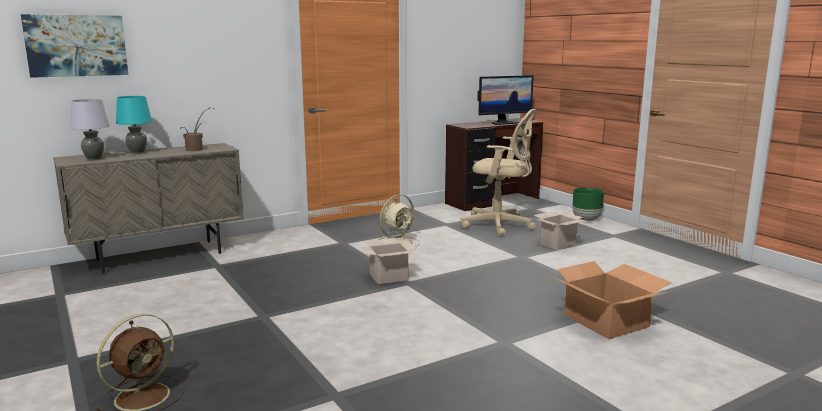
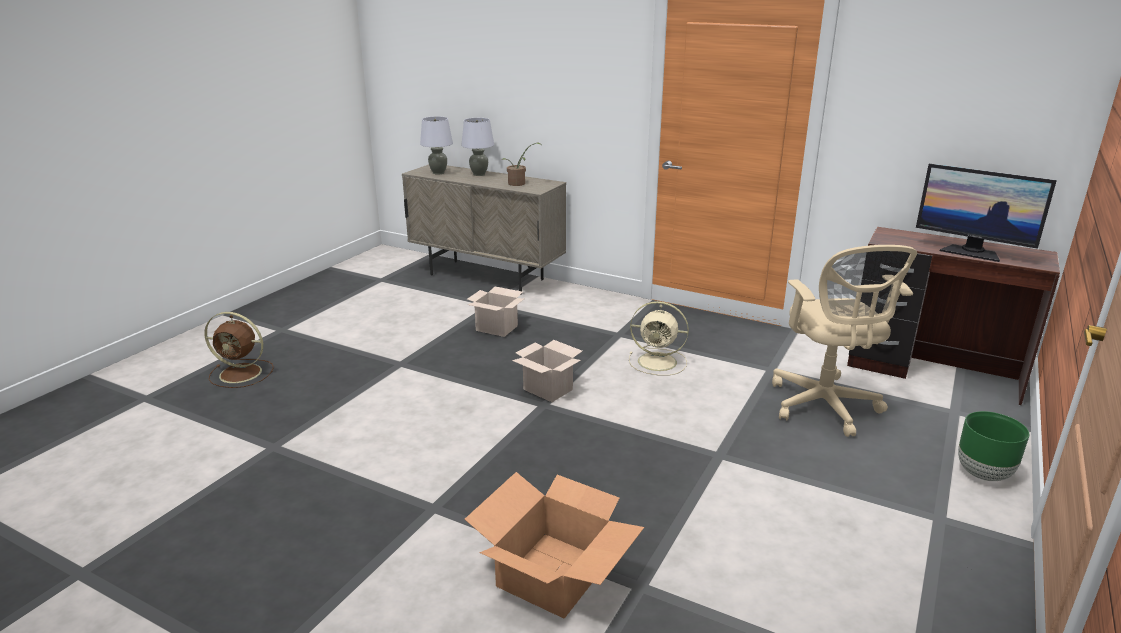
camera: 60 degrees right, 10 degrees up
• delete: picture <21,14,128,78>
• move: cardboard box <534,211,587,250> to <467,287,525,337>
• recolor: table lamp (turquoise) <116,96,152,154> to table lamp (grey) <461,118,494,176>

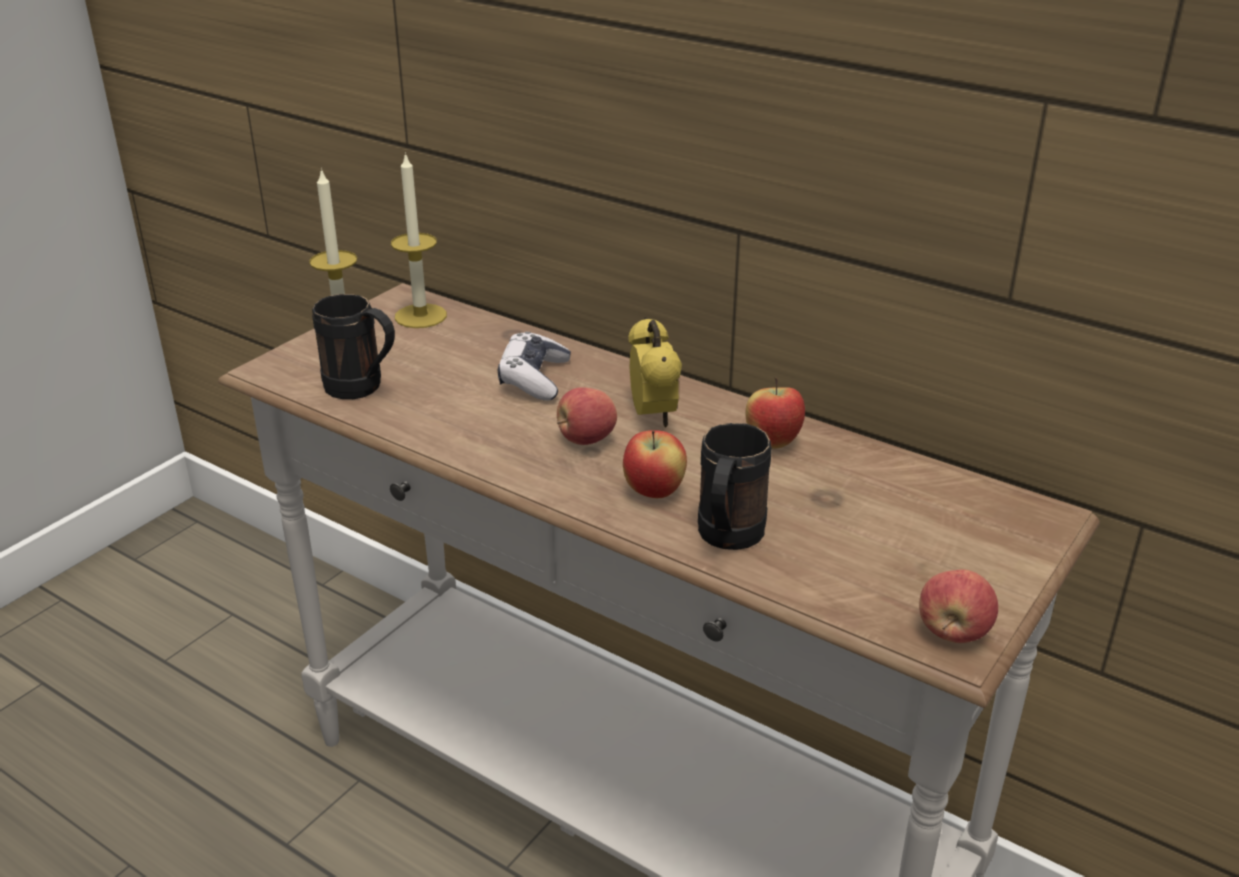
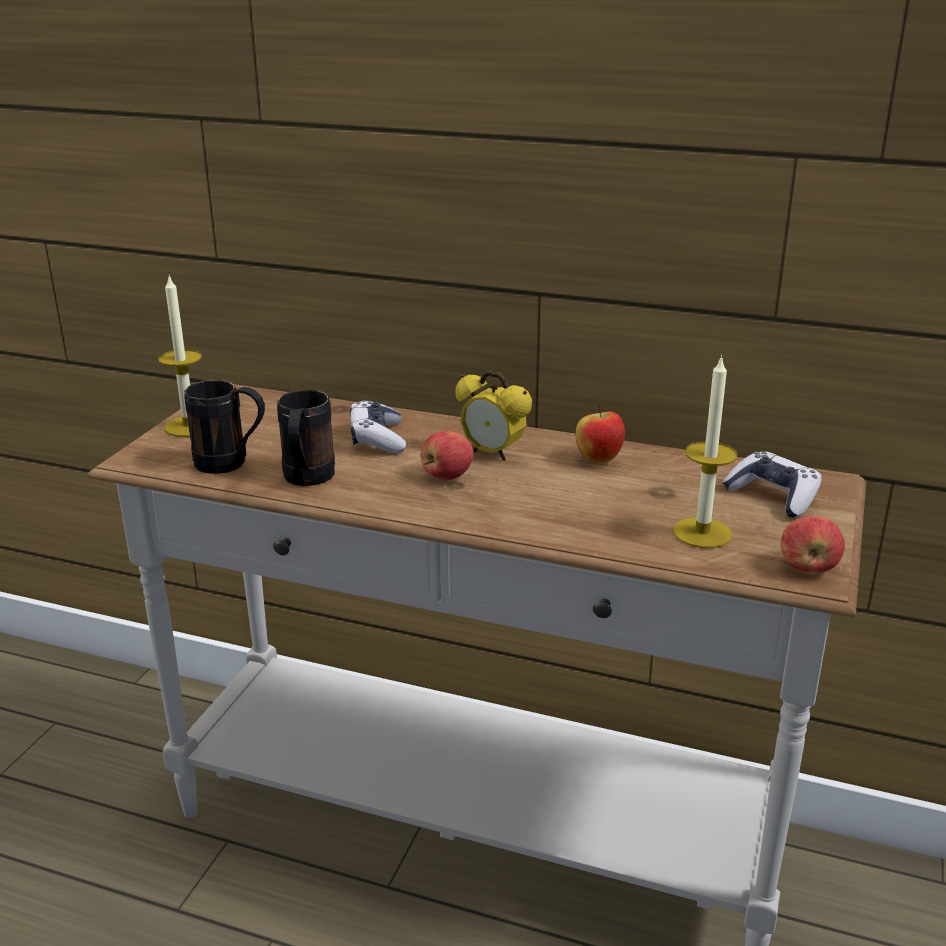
camera: 15 degrees left, 5 degrees down
• delete: apple <623,430,687,498>
• insert: game controller <722,451,821,518>
• move: candle <391,152,447,328> to <673,355,737,548>
• move: mug (black) <698,423,772,550> to <277,390,335,486>
• rotate: alarm clock <628,317,682,428> = <455,370,532,461> 150 degrees clockwise

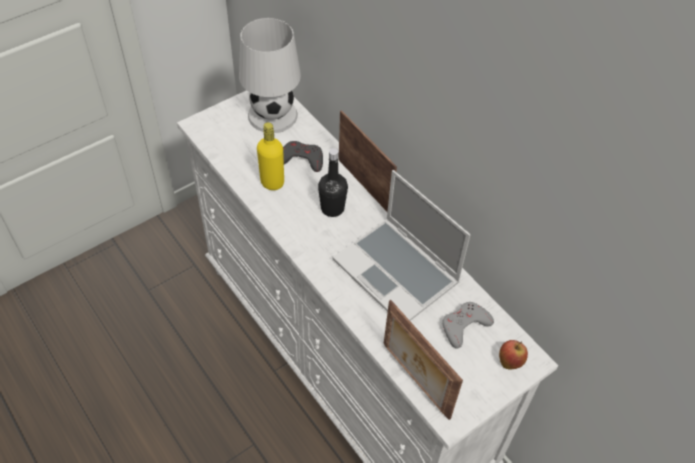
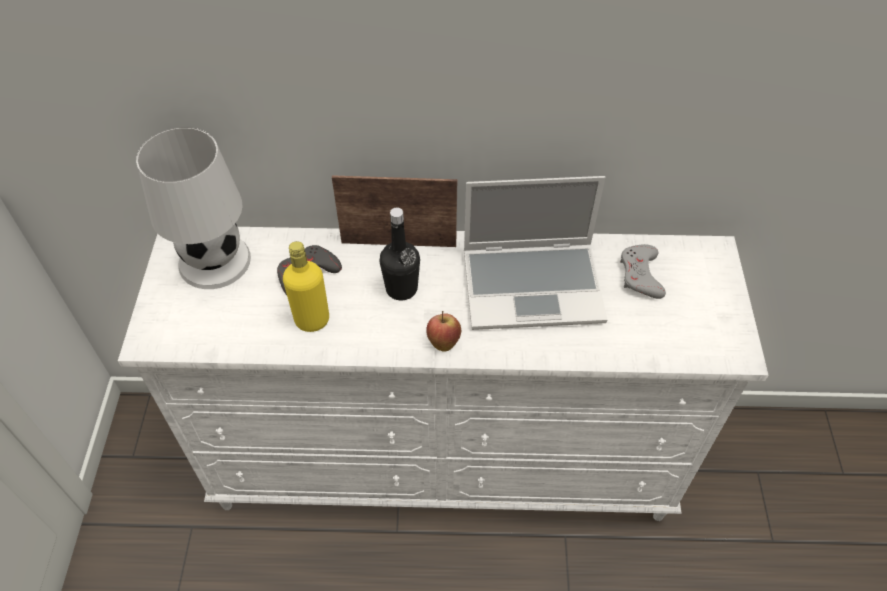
camera: 50 degrees left, 0 degrees up
• delete: picture frame <384,300,463,420>
• move: apple <499,340,528,370> to <426,311,461,352>

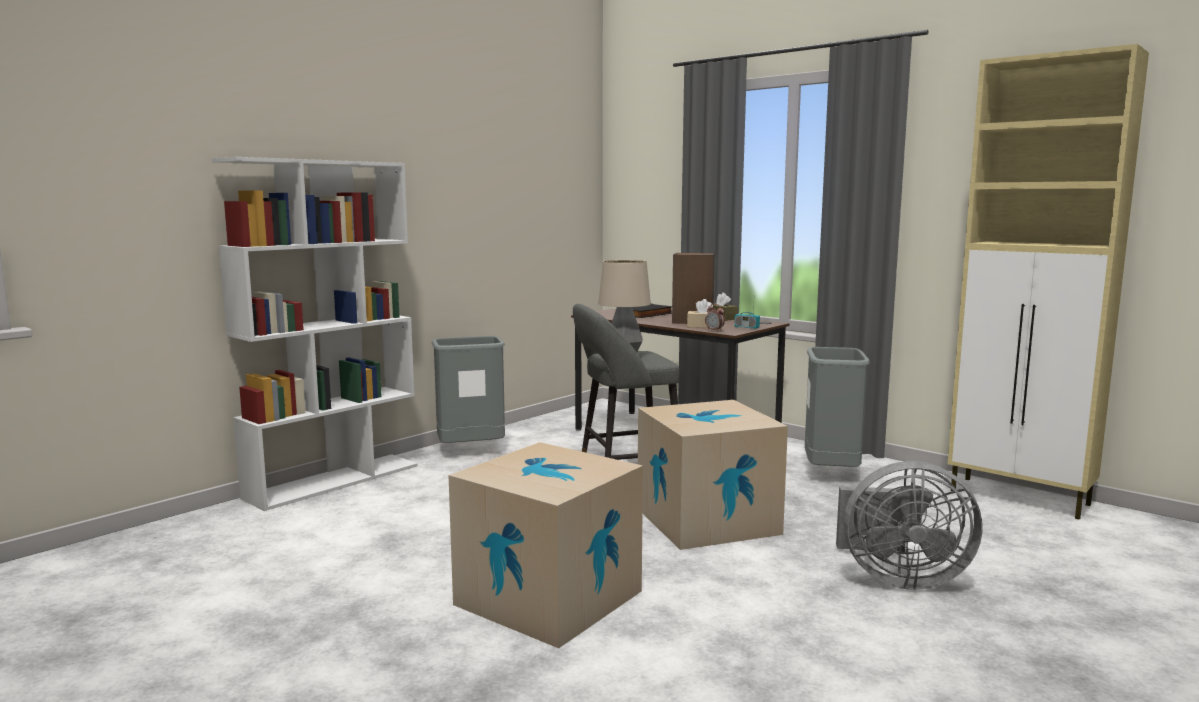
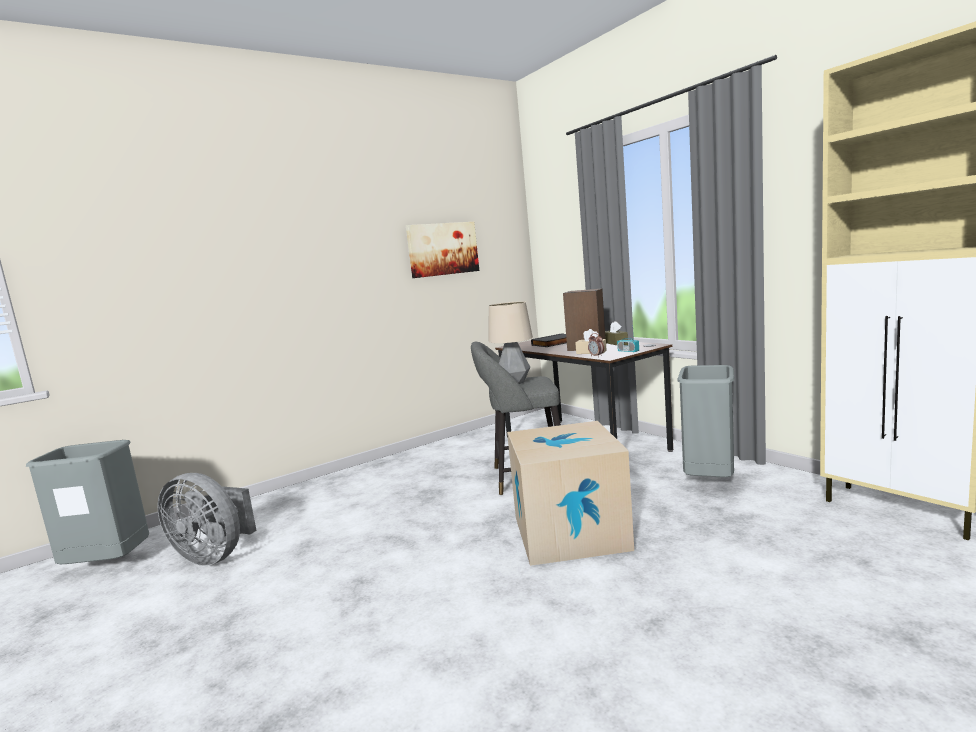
camera: 15 degrees right, 0 degrees up
• delete: bookcase (white) <211,157,418,511>
• delete: cardboard box <448,442,643,648>
• insert: picture <406,222,479,278>
• move: trash can (grey) <432,336,505,443> to <26,440,149,564>
• move: fan (grey) <836,461,982,590> to <158,473,257,566>

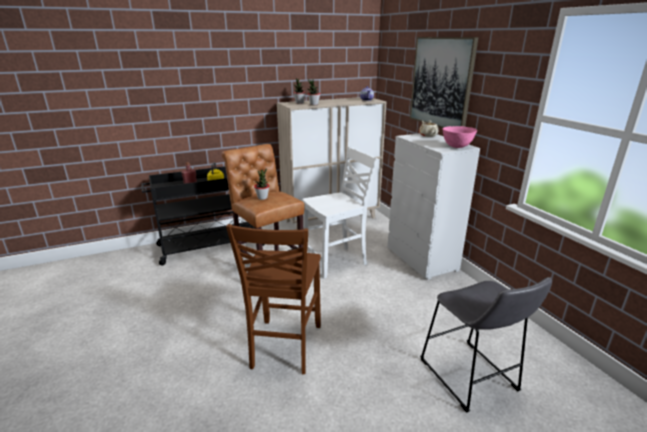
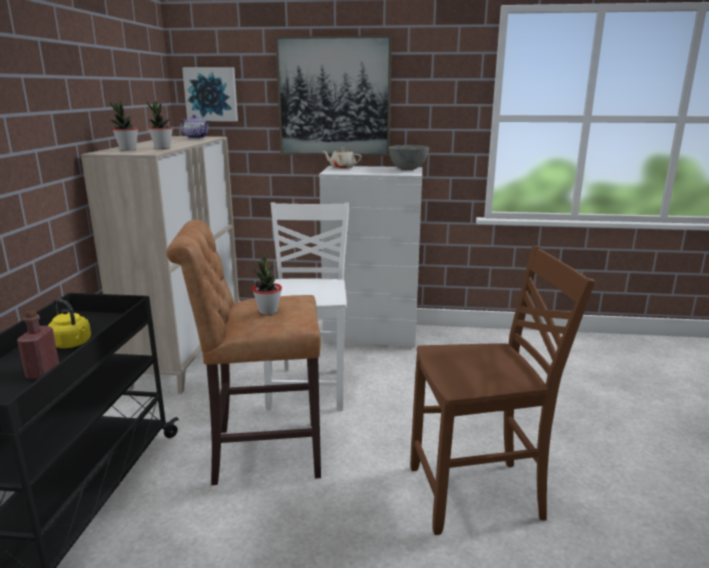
camera: 60 degrees left, 5 degrees down
• delete: stool (grey) <420,277,552,413>
• insert: picture <182,67,238,122>
• recolor: bowl (pink) <442,126,477,148> to bowl (grey) <388,145,429,170>
• rotate: chair (brown) <226,224,321,374> = <410,246,595,535> 45 degrees counterclockwise

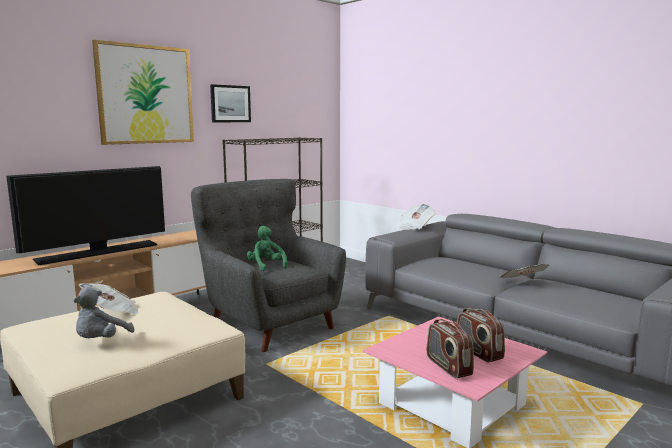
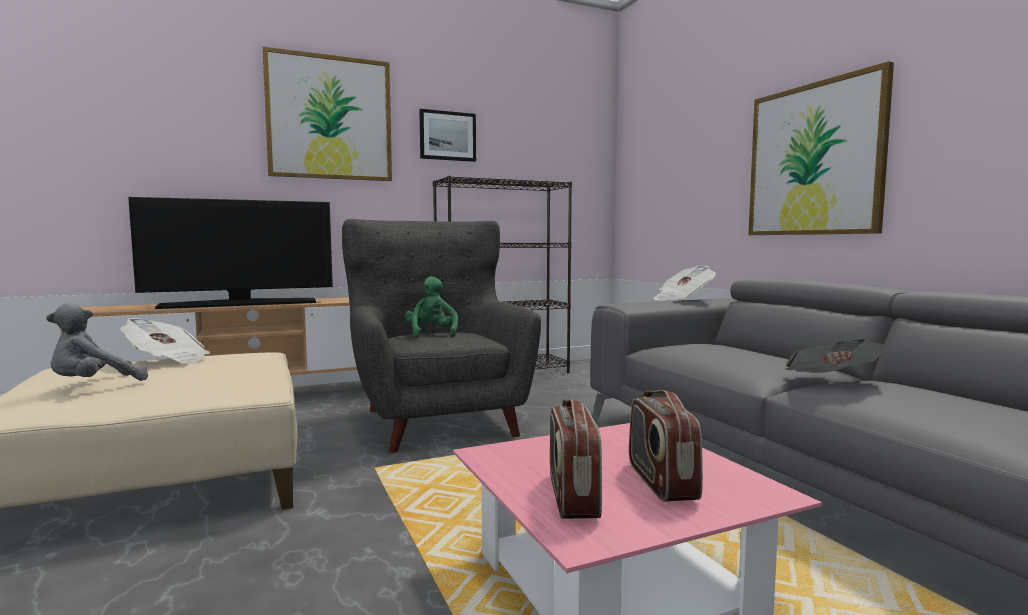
camera: 20 degrees right, 5 degrees down
• insert: picture <748,61,894,235>

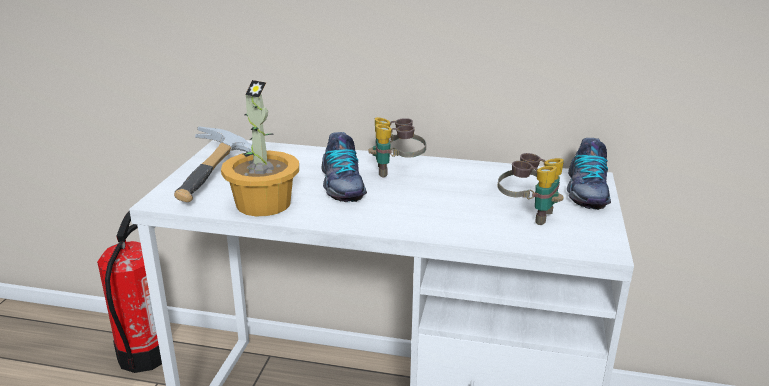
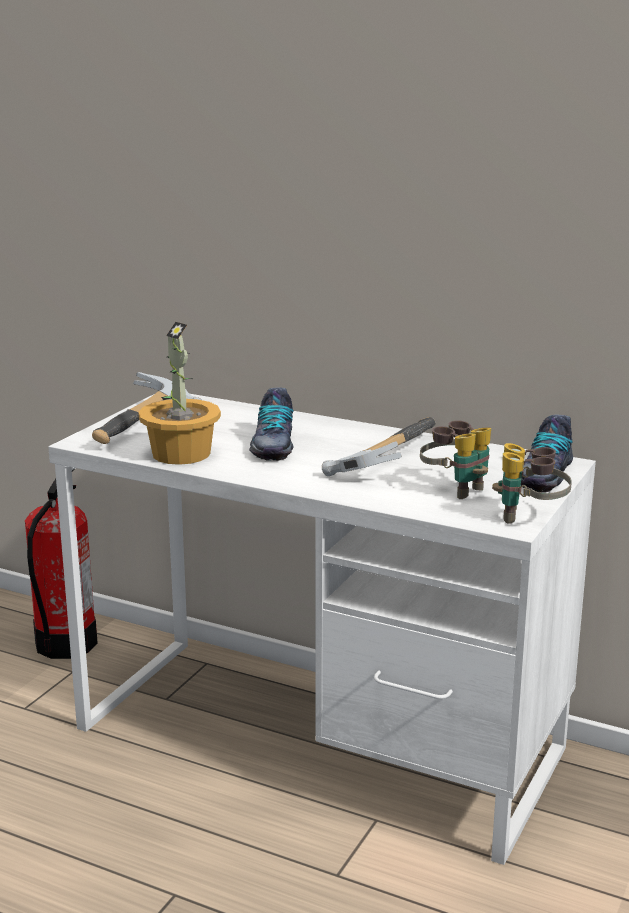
camera: 15 degrees right, 5 degrees down
• insert: hammer <322,417,435,476>
• move: binoculars <368,117,426,177> to <492,443,572,524>

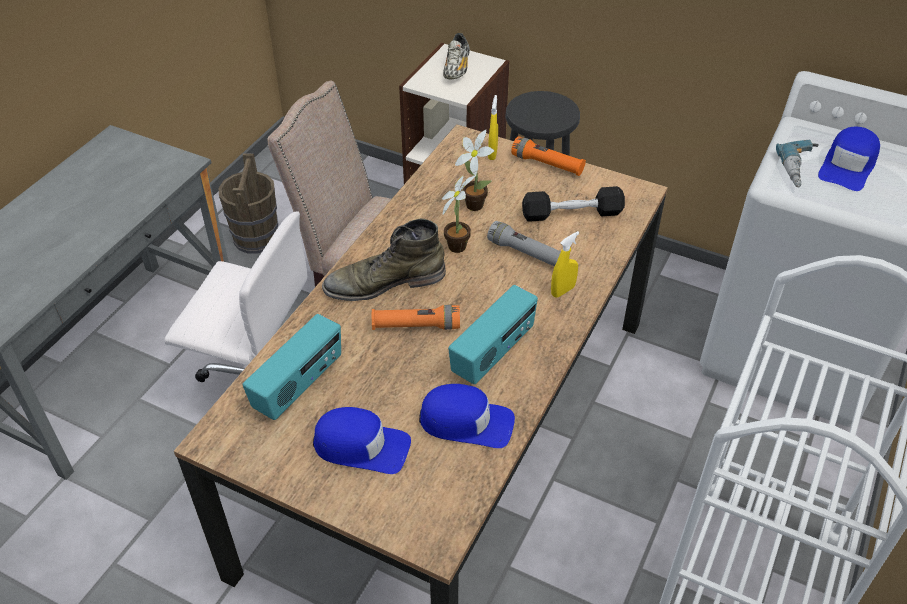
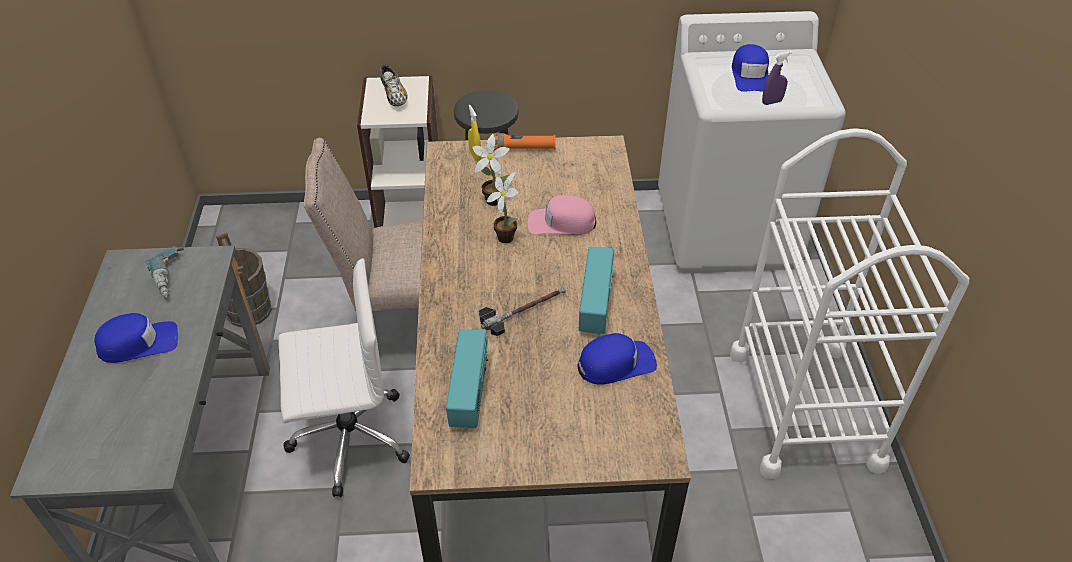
camera: 30 degrees left, 0 degrees up
• delete: boot (green) <322,218,446,301>
• delete: dumbbell (black) <522,186,625,222>
• delete: spray bottle (yellow) <551,231,579,297>
• insert: spray bottle (purple) <762,51,792,105>
• move: cap (blue) <313,407,411,474> to <94,313,178,363>
• move: power drill <776,140,819,187> to <145,246,184,298>
• replace: flashlight (orange) <372,305,460,330> to hammer <479,287,566,336>
• replace: flashlight (grey) <487,221,561,266> to cap (pink) <528,195,596,235>

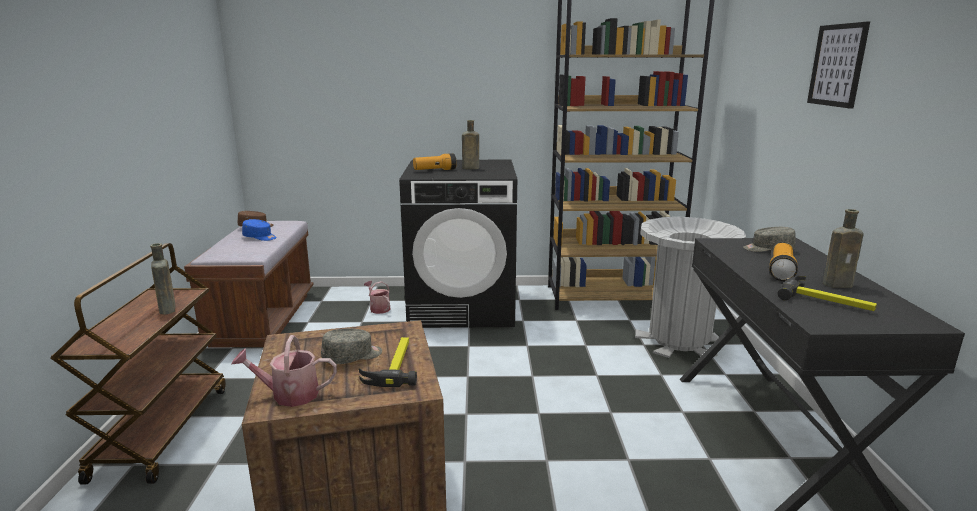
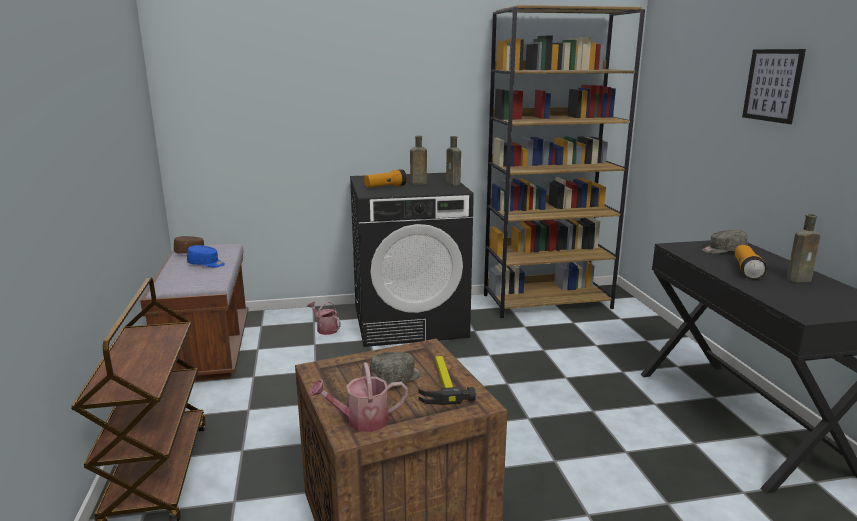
camera: 10 degrees left, 0 degrees up
• delete: trash can (grey) <635,217,746,358>
• delete: hammer <778,275,877,311>
• move: bottle (brown) <150,243,175,315> to <446,136,461,186>

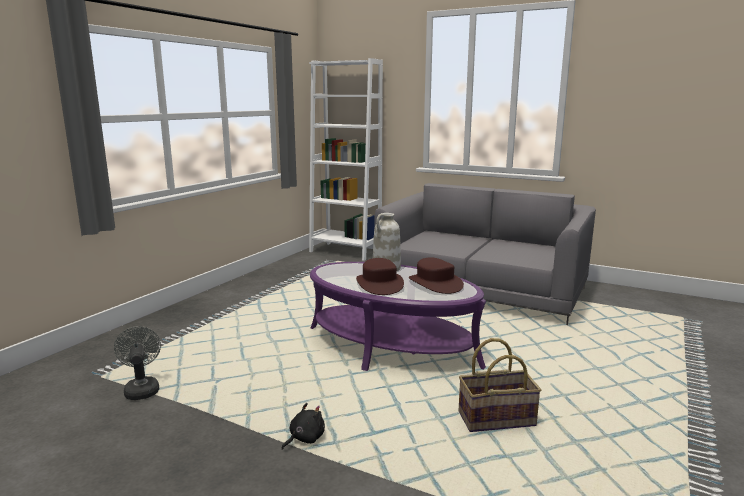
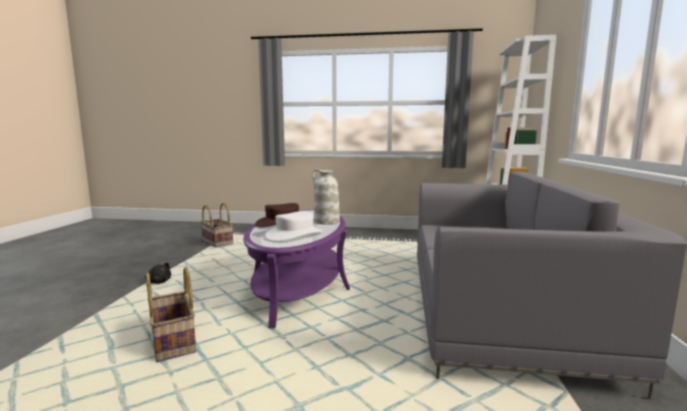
camera: 70 degrees right, 5 degrees down
• replace: fan (grey) <114,326,161,400> to basket <200,203,233,247>
• recolor: hat (brown) <409,257,464,294> to hat (white) <265,211,323,241>

